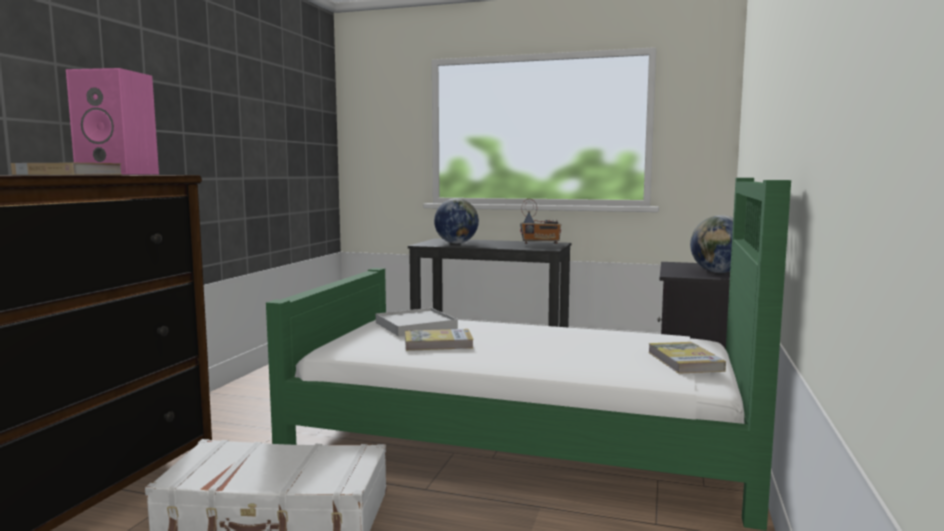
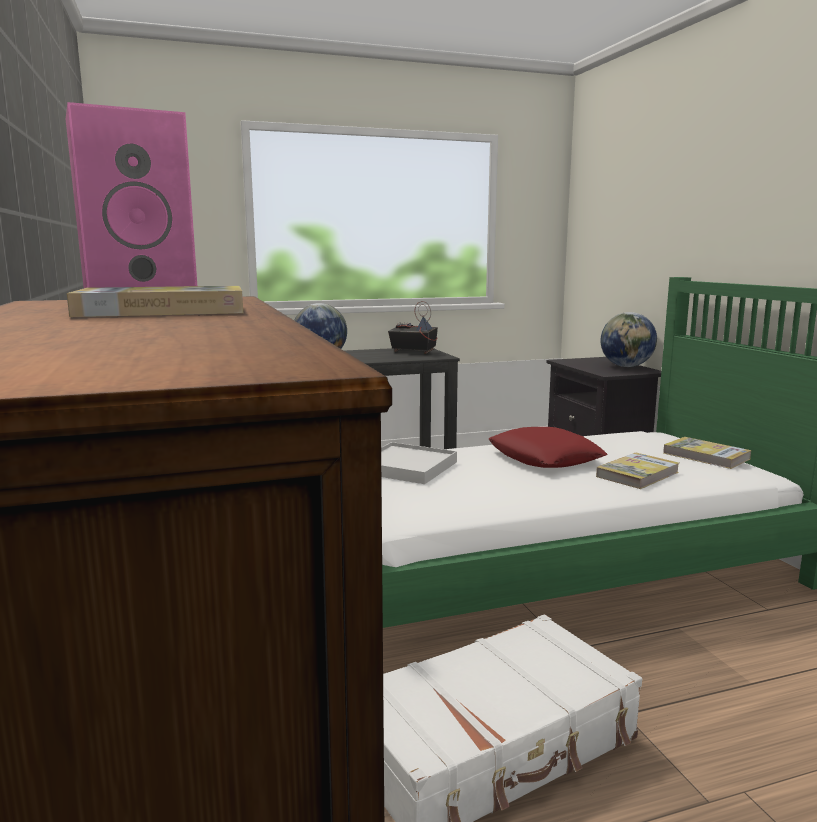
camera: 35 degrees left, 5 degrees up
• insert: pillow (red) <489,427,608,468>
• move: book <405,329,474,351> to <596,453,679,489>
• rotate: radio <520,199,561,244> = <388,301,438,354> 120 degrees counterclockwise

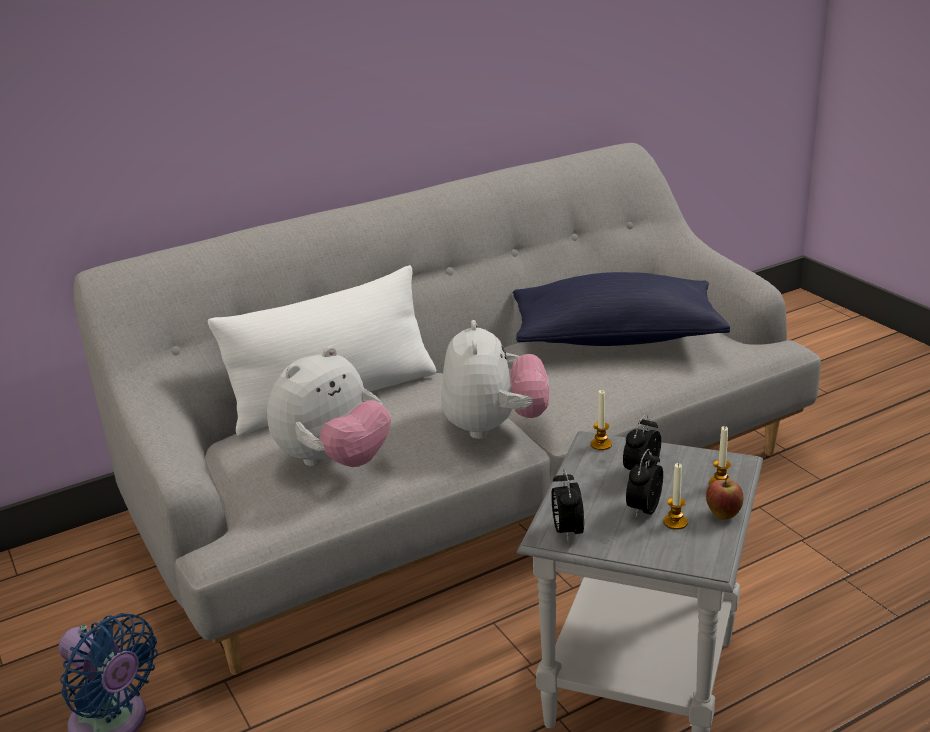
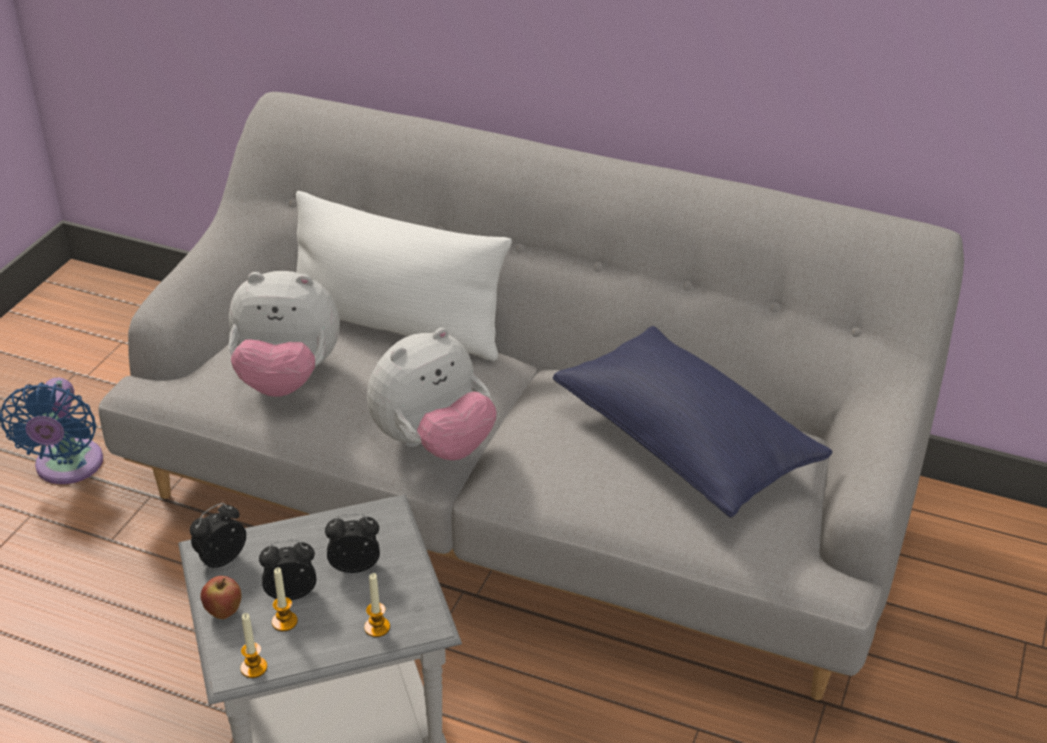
camera: 50 degrees right, 10 degrees up
• move: candle <591,390,612,450> to <240,613,267,678>
• move: apple <706,475,743,520> to <200,576,241,619>

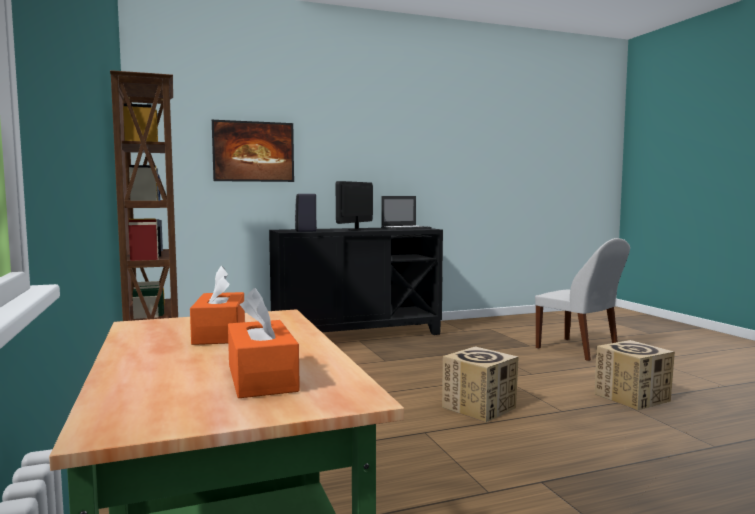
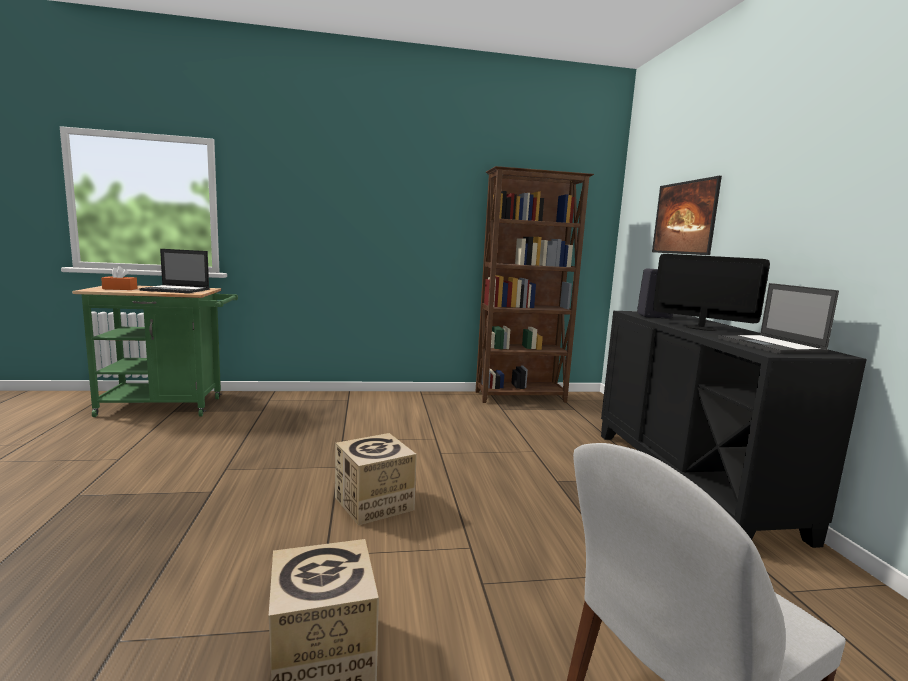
camera: 100 degrees right, 5 degrees up
• replace: tissue box (orange) <190,266,245,345> to laptop <139,249,210,293>

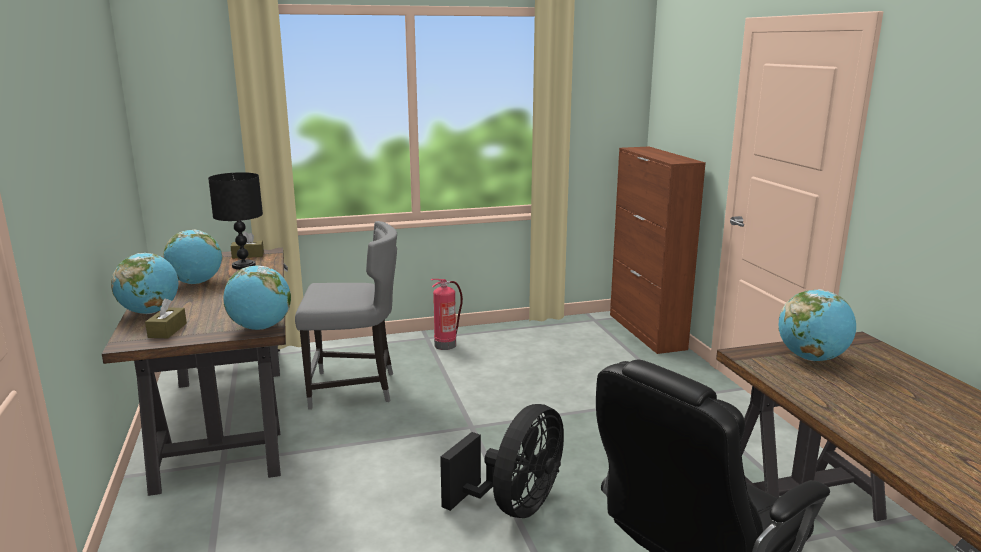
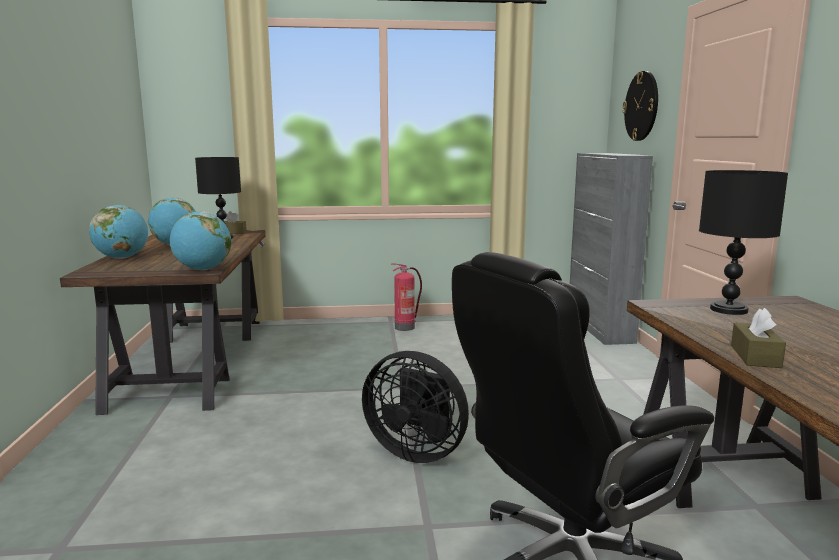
camera: 10 degrees right, 5 degrees down
• delete: chair (grey) <295,221,397,410>
• insert: wall clock <622,71,658,141>
• move: tissue box (brown) <145,299,187,338> to <731,308,786,368>
• replace: globe <779,289,856,361> to table lamp (black) <699,170,788,315>
• recolor: cabinet (brown) <610,147,706,354> to cabinet (grey) <570,153,653,345>
• rotate: fan (black) <440,404,564,518> = <362,351,469,463> 75 degrees clockwise

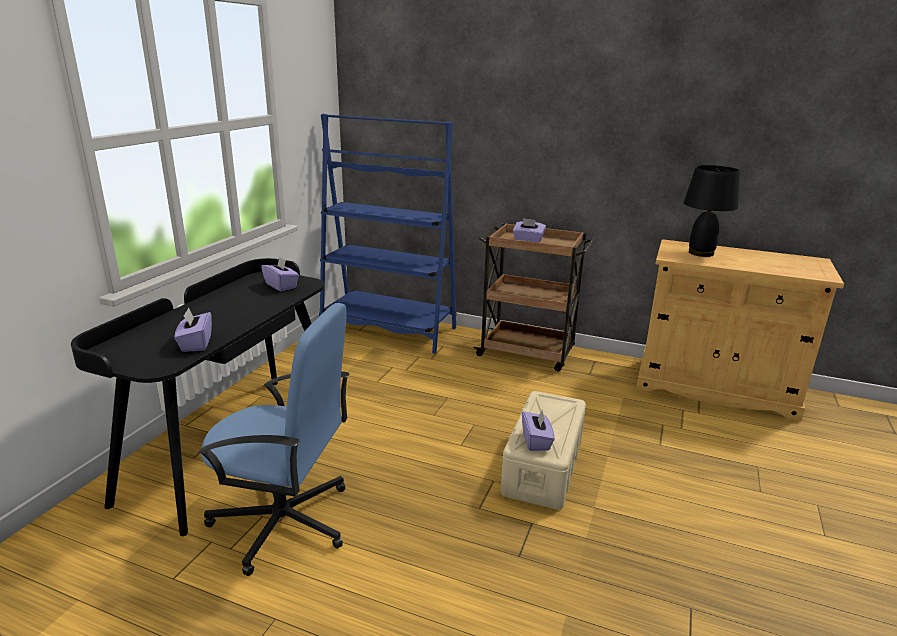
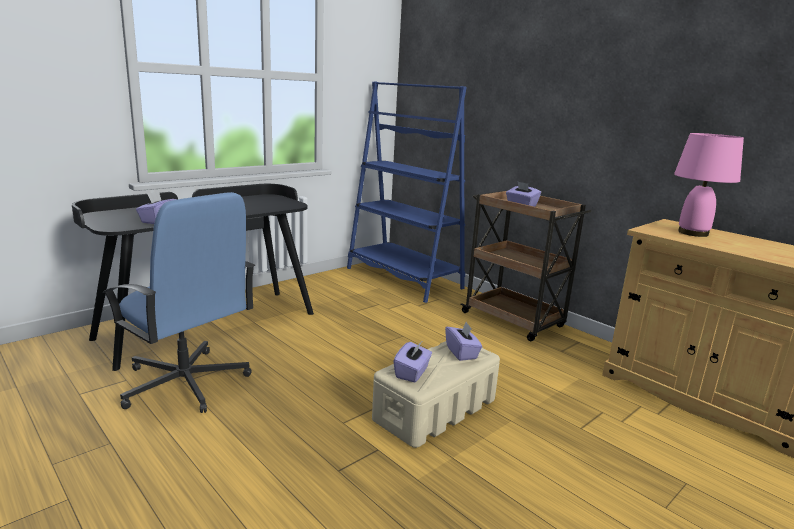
camera: 25 degrees right, 5 degrees down
• move: tissue box (purple) <261,256,299,291> to <445,322,482,361>
• recolor: table lamp (black) <684,165,740,257> to table lamp (pink) <674,133,744,237>

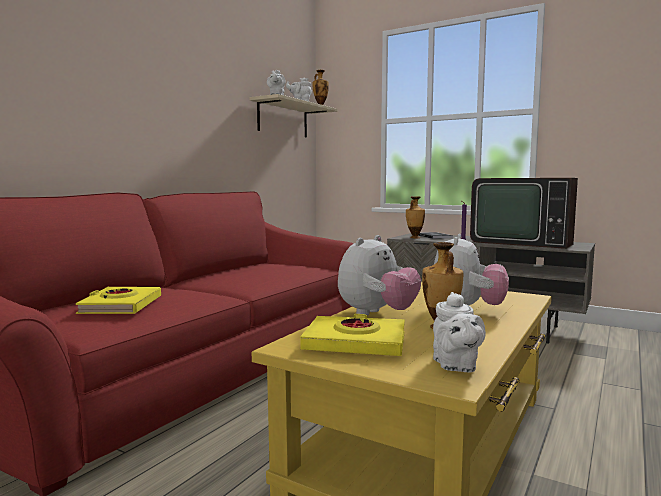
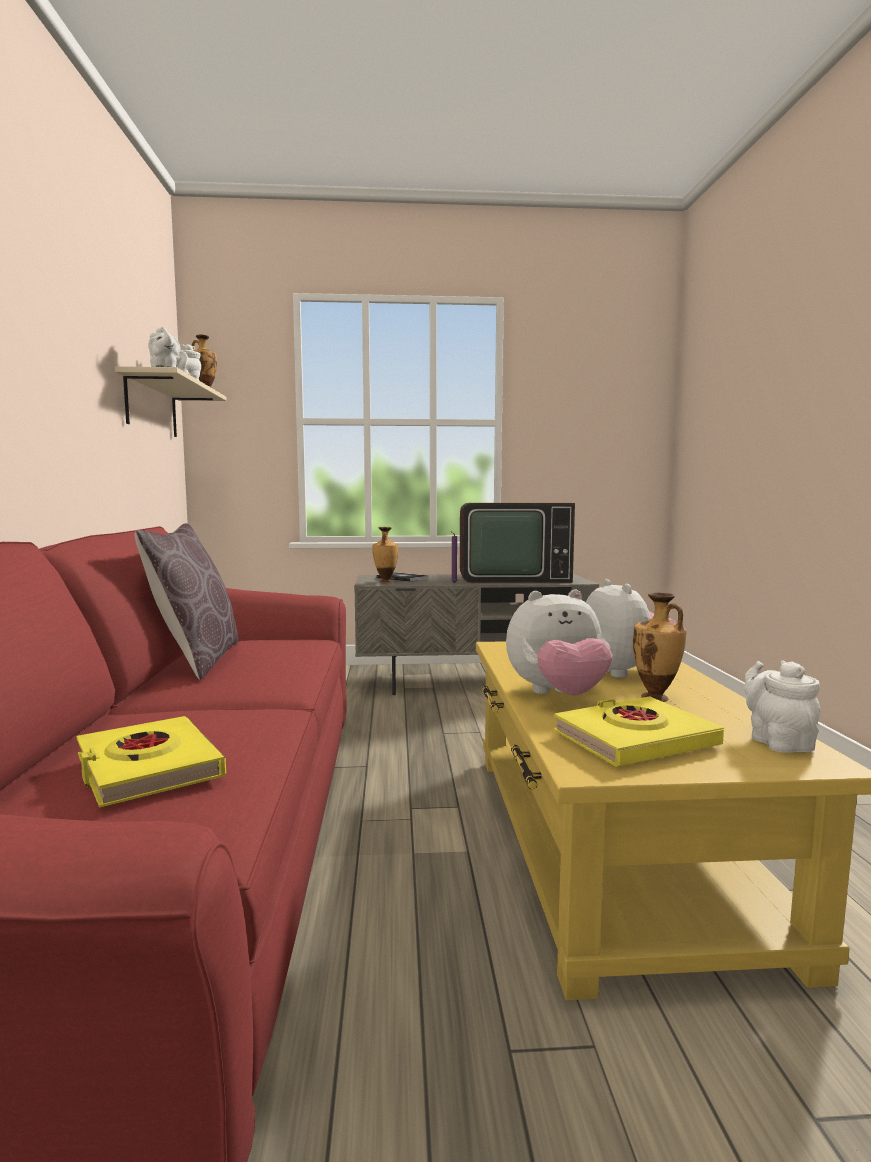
camera: 35 degrees left, 0 degrees up
• insert: pillow (brown) <135,523,239,680>
• rotate: plush toy <338,235,421,316> = <506,589,612,695> 75 degrees clockwise
• rotate: teapot (white) <433,292,486,373> = <744,660,821,753> 150 degrees counterclockwise

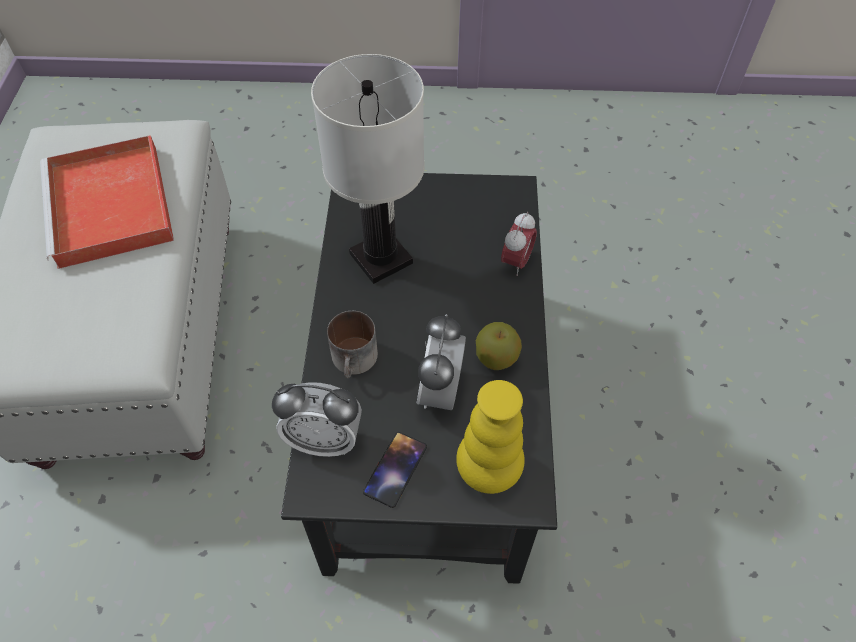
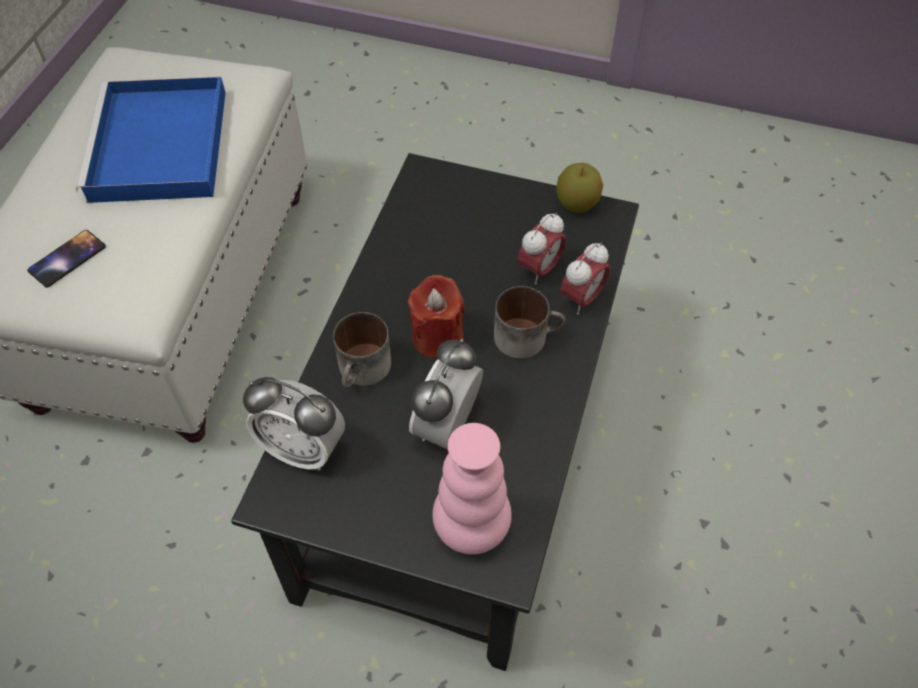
camera: 15 degrees right, 0 degrees up
• delete: table lamp (white) <311,54,425,284>
• insert: candle (red) <408,275,465,358>
• insert: mug <494,286,565,359>
• insert: alarm clock <518,213,566,285>
• move: phone <363,432,427,508> to <27,230,106,288>
• move: apple <476,322,522,370> to <557,162,603,213>
• recolor: tray (red) <40,135,174,269> to tray (blue) <76,77,225,203>
• recolor: vase (yellow) <456,380,525,494> to vase (pink) <433,423,512,554>

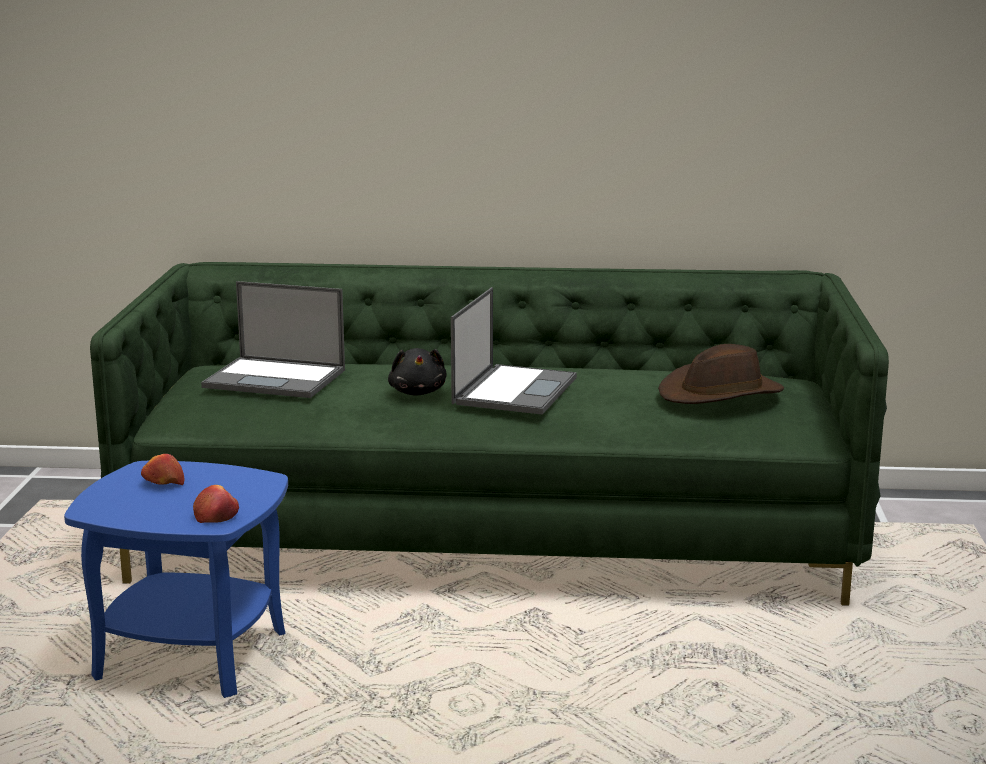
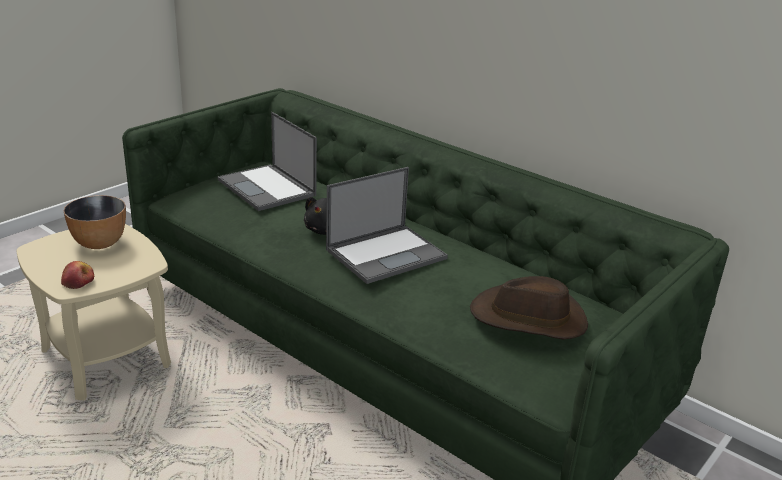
camera: 35 degrees right, 10 degrees up
• replace: apple <141,454,184,485> to bowl <64,195,126,249>
• recolor: side table (blue) <64,461,288,698> to side table (beige) <17,224,171,400>

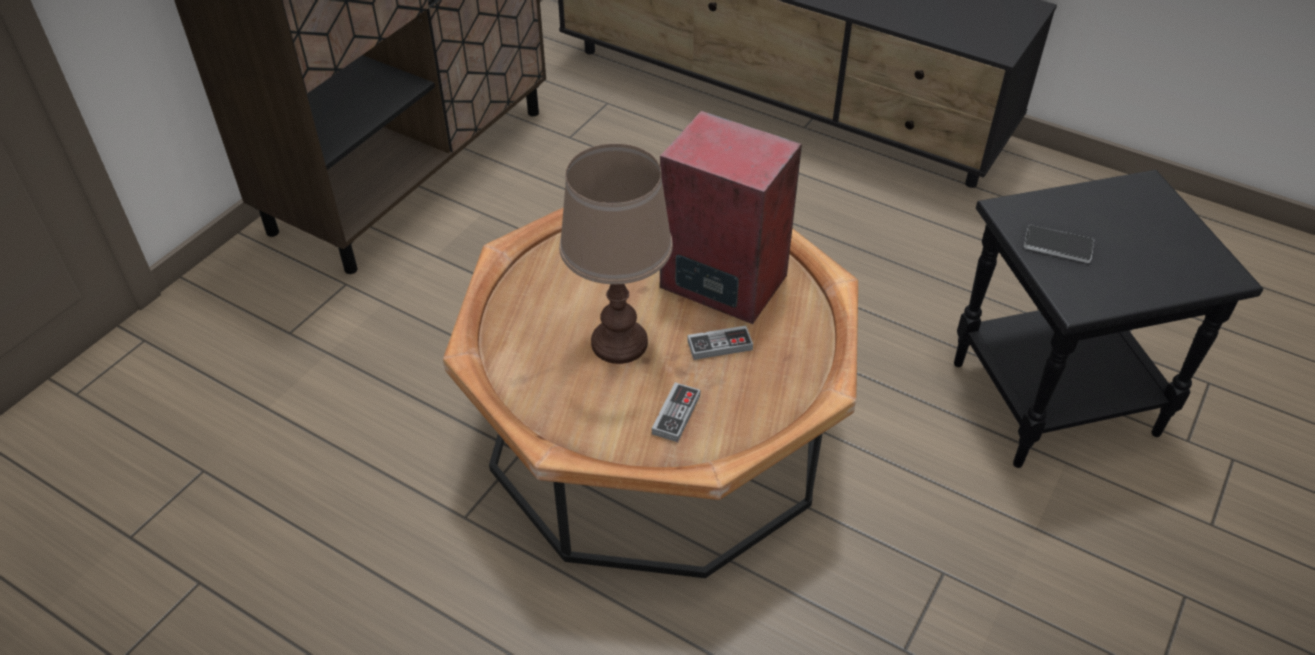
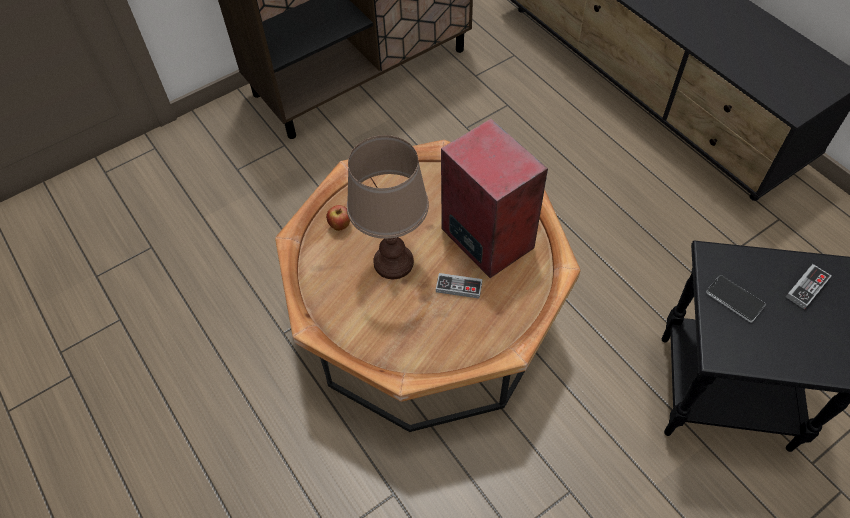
camera: 25 degrees right, 10 degrees up
• insert: apple <326,205,350,231>
• move: game controller <652,382,700,442> to <786,264,832,310>

